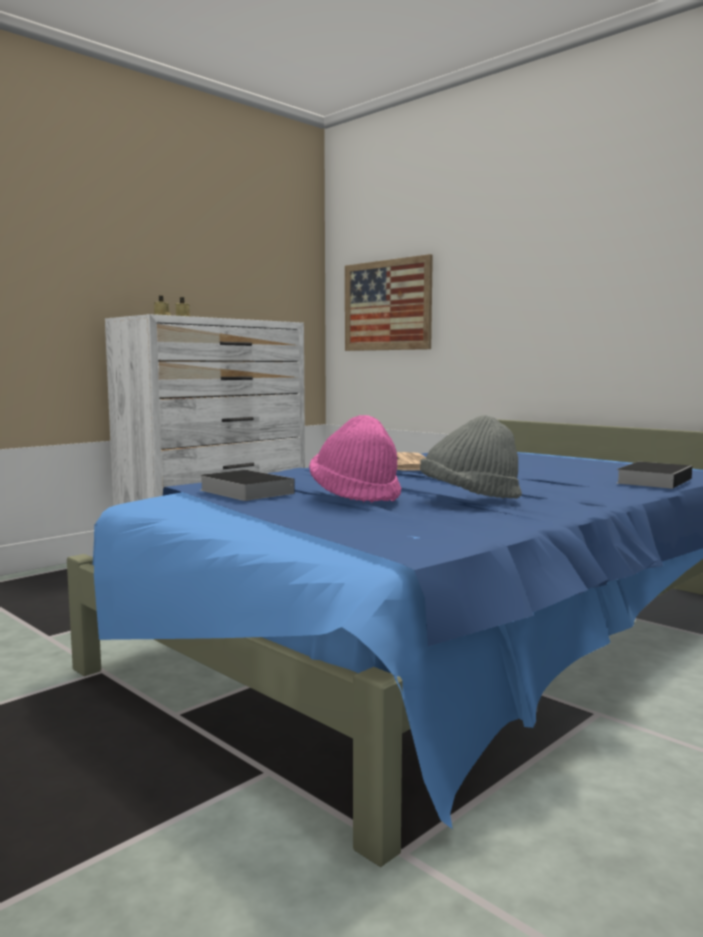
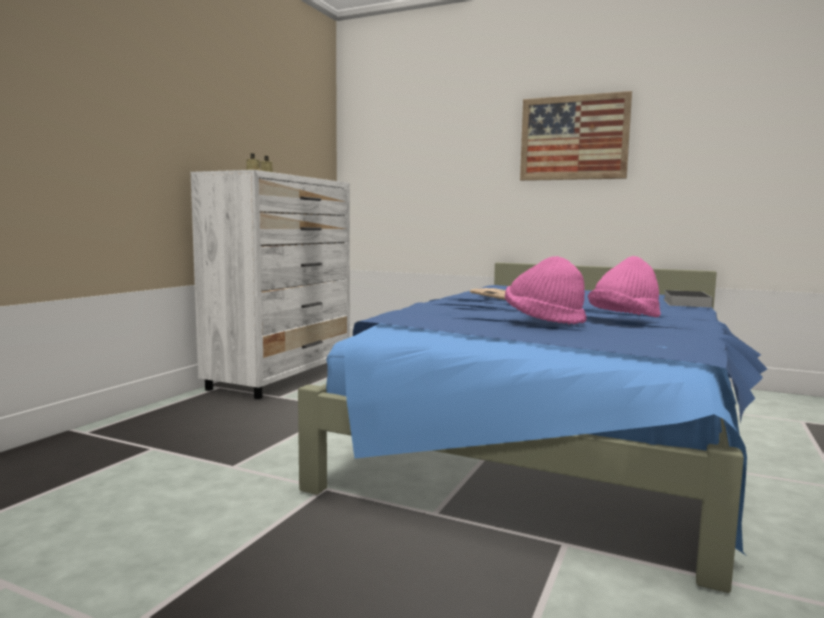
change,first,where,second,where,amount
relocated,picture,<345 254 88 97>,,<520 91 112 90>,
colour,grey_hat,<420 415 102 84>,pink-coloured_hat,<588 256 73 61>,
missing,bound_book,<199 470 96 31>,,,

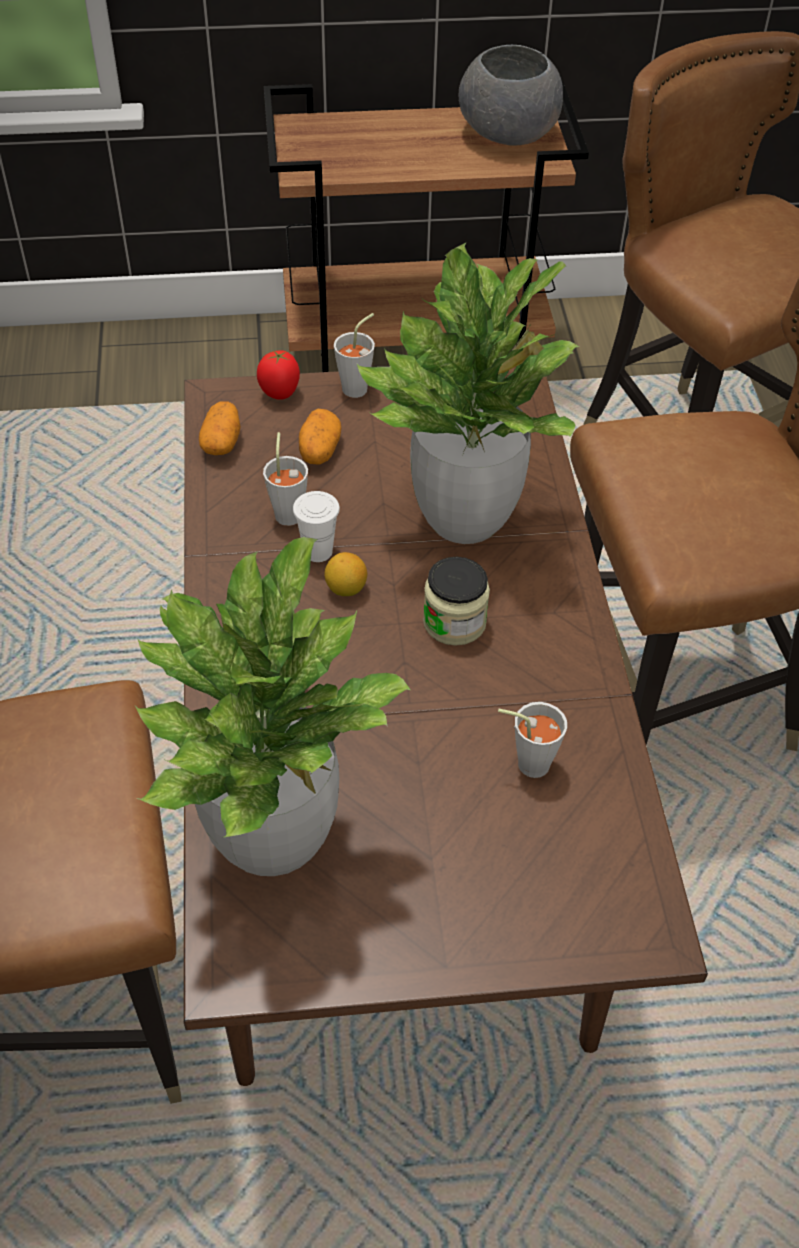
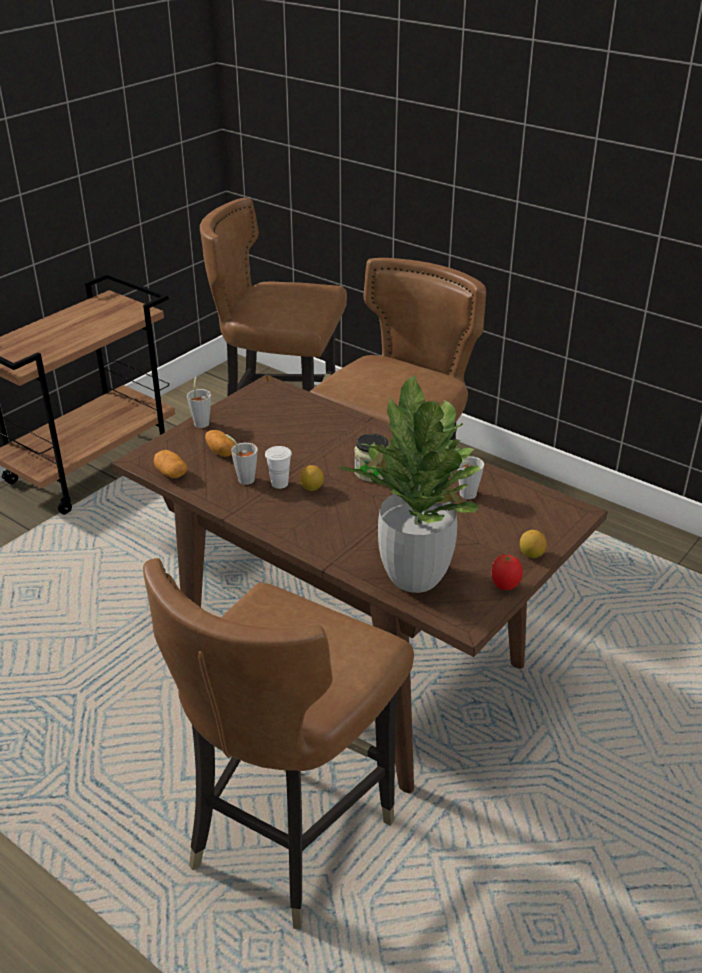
change,first,where,second,where,amount
relocated,fresh_tomato,<257 350 43 50>,,<491 554 32 36>,
appeared,,,citrus_fruit,<520 530 27 28>,
missing,houseplant,<357 243 223 301>,,,
missing,grey_serving_bowl,<459 45 104 101>,,,

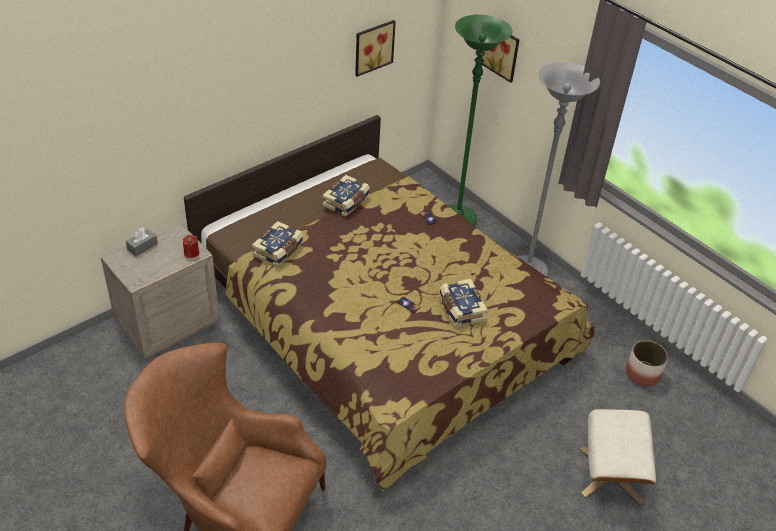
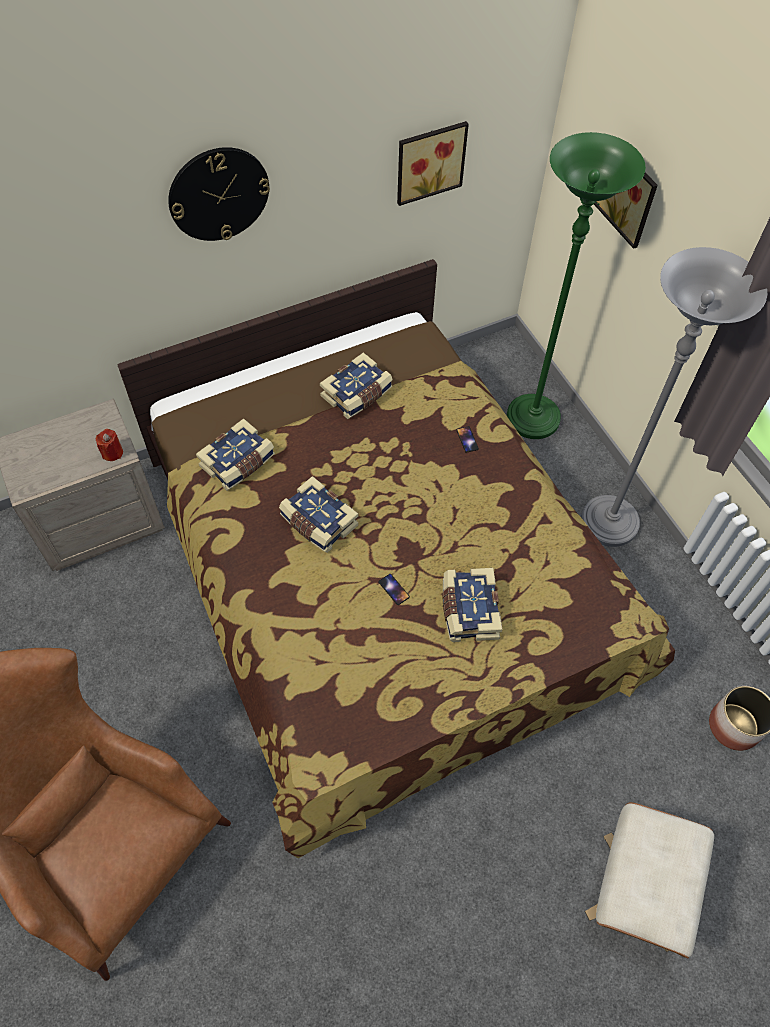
change,first,where,second,where,amount
appeared,,,clock_on_the_wall,<168 147 102 94>,
appeared,,,bound_book,<279 476 80 77>,
missing,grey_tissue_box,<126 228 32 28>,,,

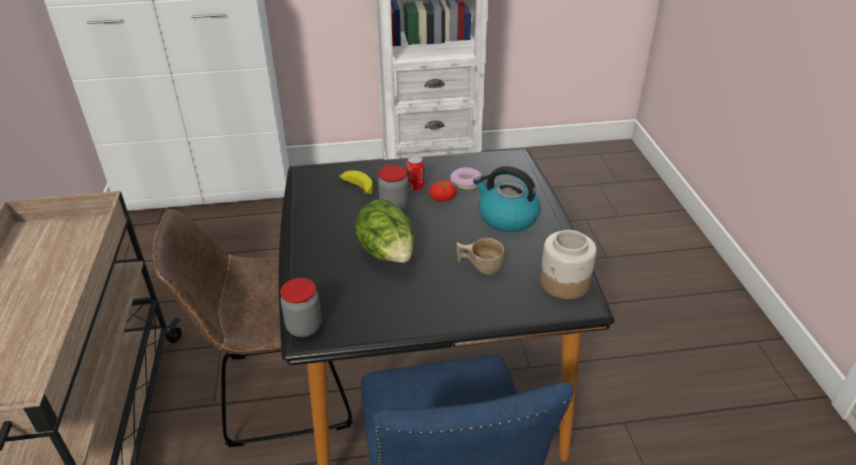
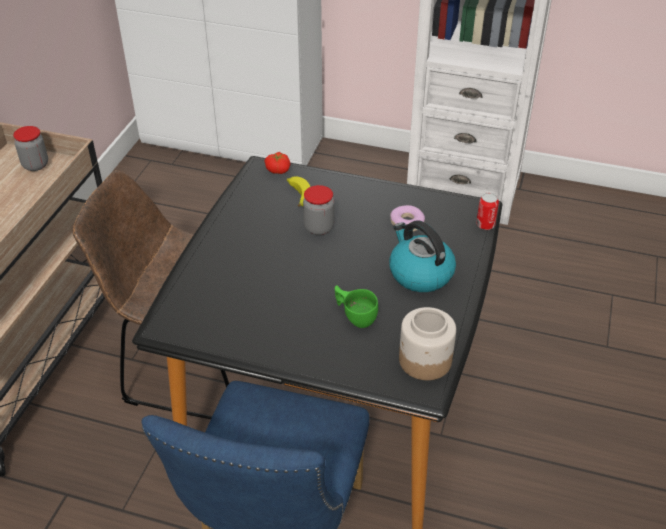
change,first,where,second,where,amount
relocated,jar,<280 278 42 59>,,<13 126 35 45>,
relocated,fresh_tomato,<429 179 28 23>,,<264 152 27 22>,
colour,sand-coloured_drinking_cup,<456 238 48 37>,green_drinking_cup,<335 285 43 43>,
relocated,sealed_can,<406 155 18 36>,,<476 193 23 37>,
missing,lettuce_head,<355 199 59 64>,,,

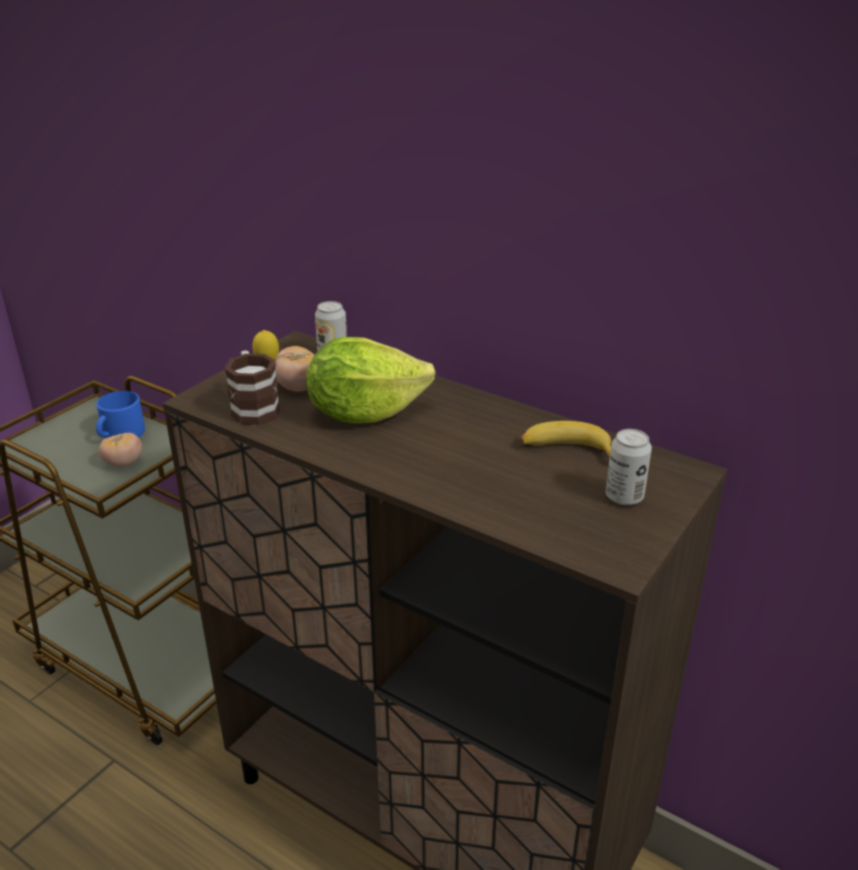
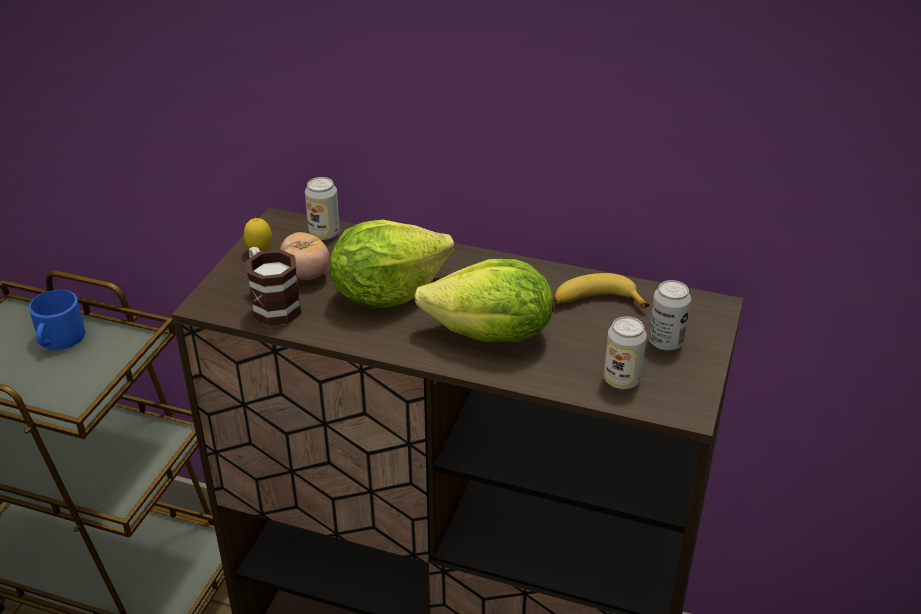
change,first,where,second,where,amount
appeared,,,lettuce_head,<414 259 139 83>,
appeared,,,sealed_can,<604 316 43 73>,
missing,fresh_tomato,<99 433 43 34>,,,

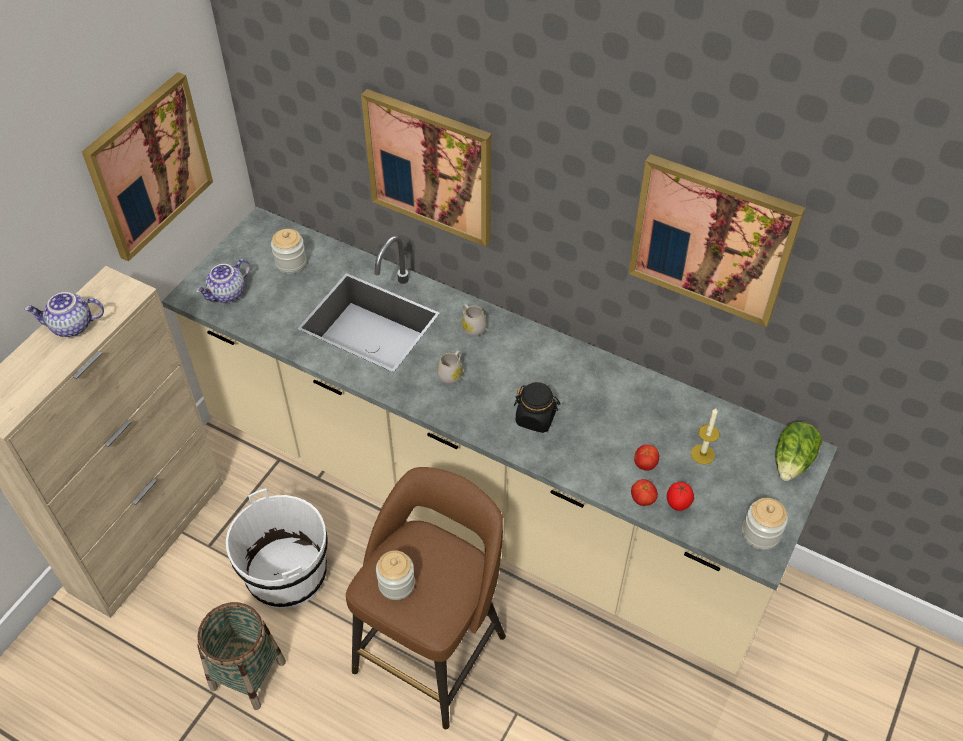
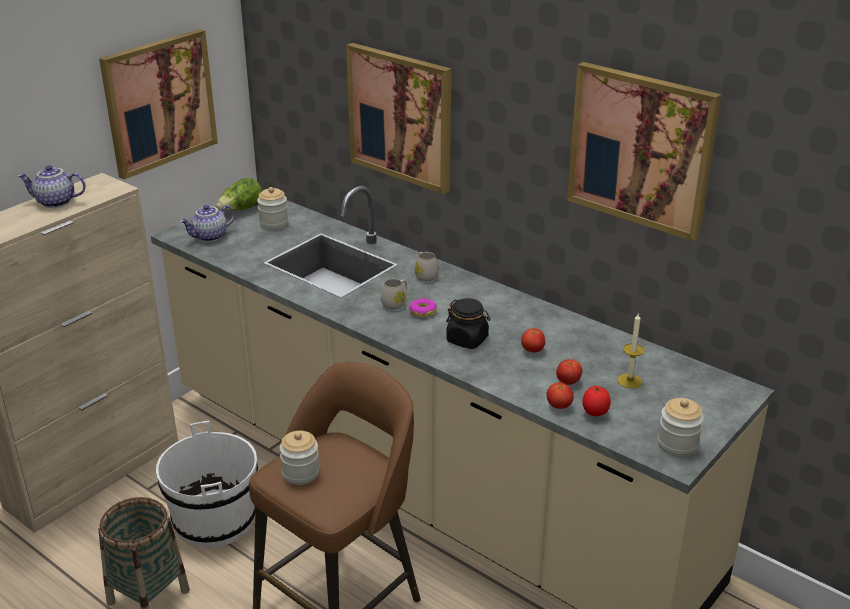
change,first,where,second,where,amount
relocated,lettuce_head,<775 422 47 59>,,<216 178 46 33>,
appeared,,,doughnut,<409 298 28 19>,
appeared,,,fresh_tomato,<521 328 24 25>,

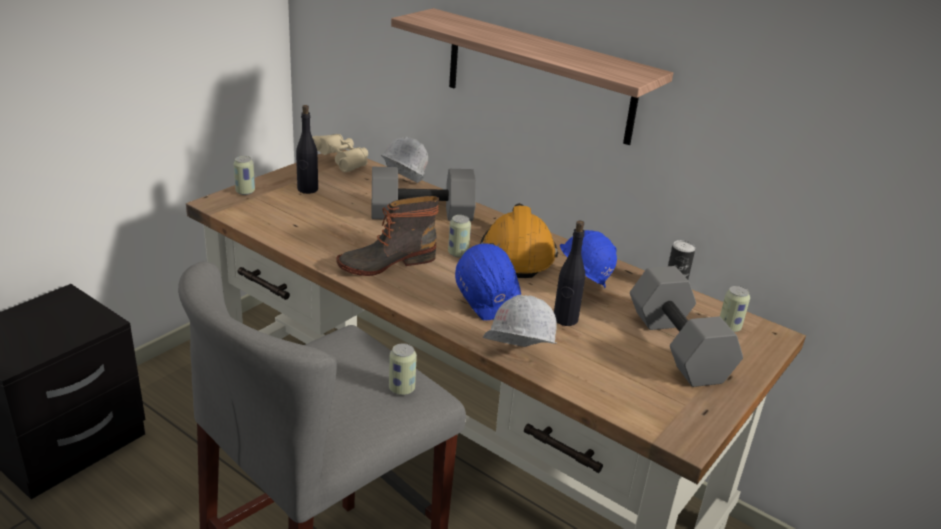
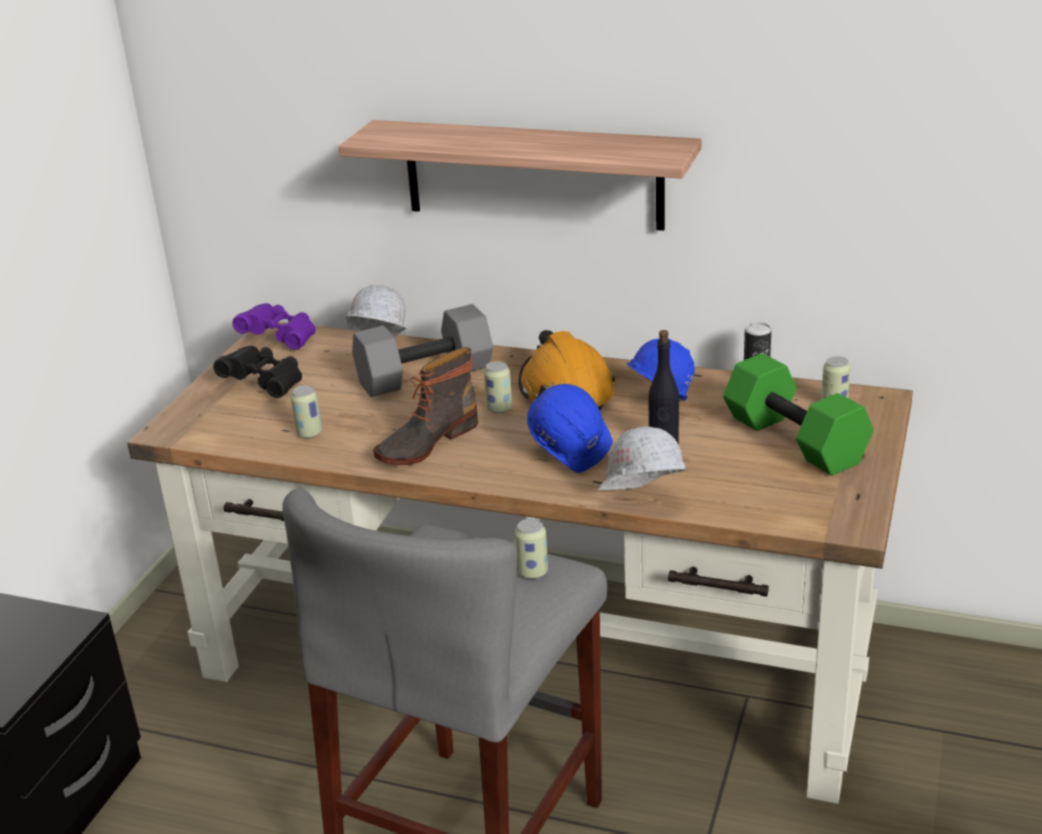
change,first,where,second,where,amount
exchanged,black-coloured_drink_bottle,<296 105 22 89>,black-coloured_binoculars,<213 346 89 52>,
colour,sand-coloured_binoculars,<312 134 56 38>,purplish_binoculars,<232 303 84 47>,
relocated,sealed_can,<234 156 21 39>,,<291 385 31 53>,
colour,grey_hand_weight,<630 266 113 121>,green_hand_weight,<723 353 151 123>,

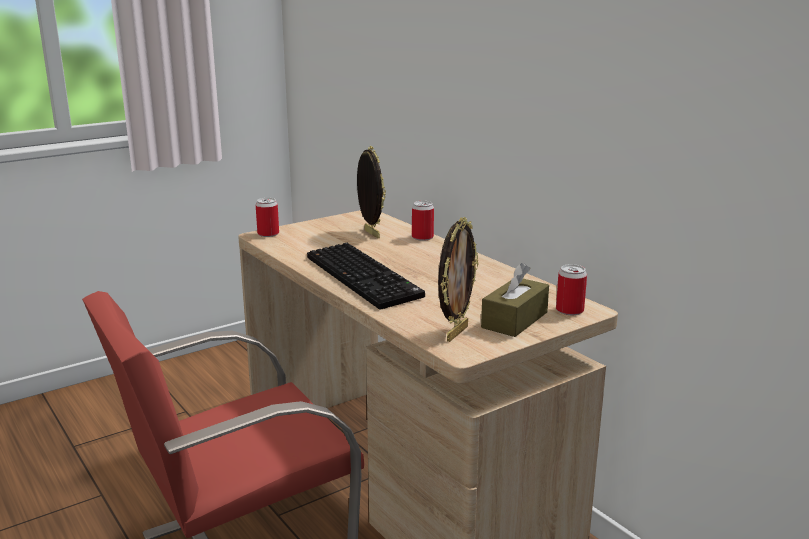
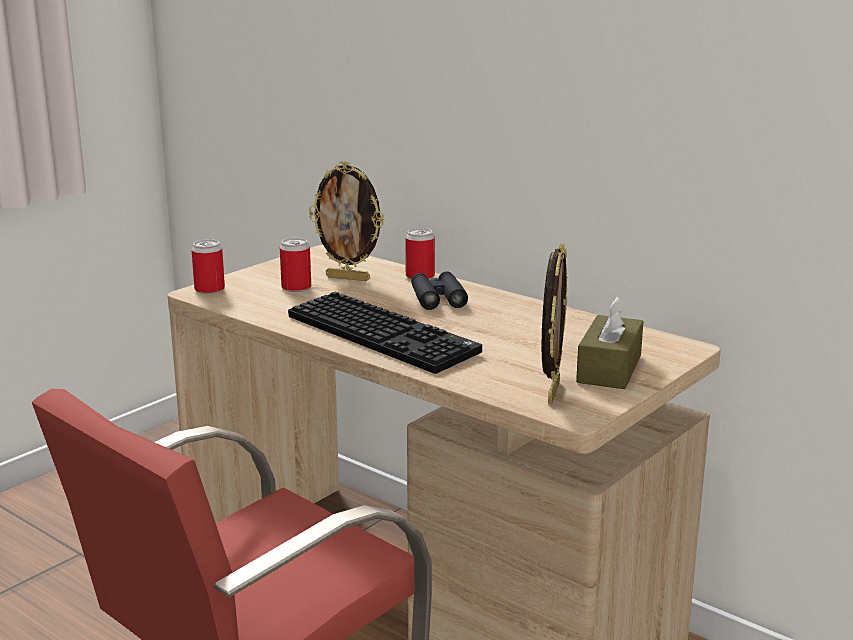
change,first,where,second,where,amount
relocated,sealed_can,<556 264 31 51>,,<280 238 31 54>,
spun,standing_frame,<357 146 29 92>,,<309 161 75 120>,150 degrees clockwise
appeared,,,black-coloured_binoculars,<411 271 57 39>,

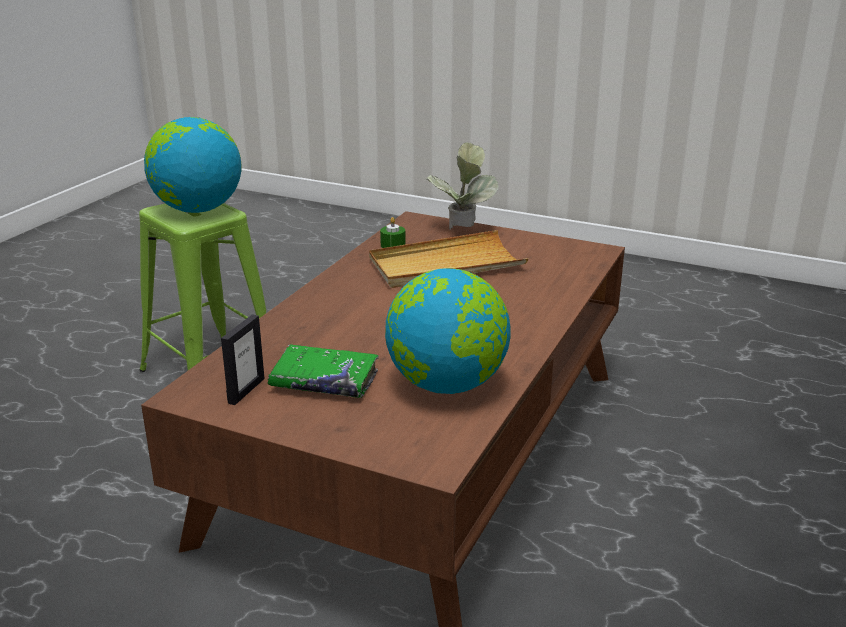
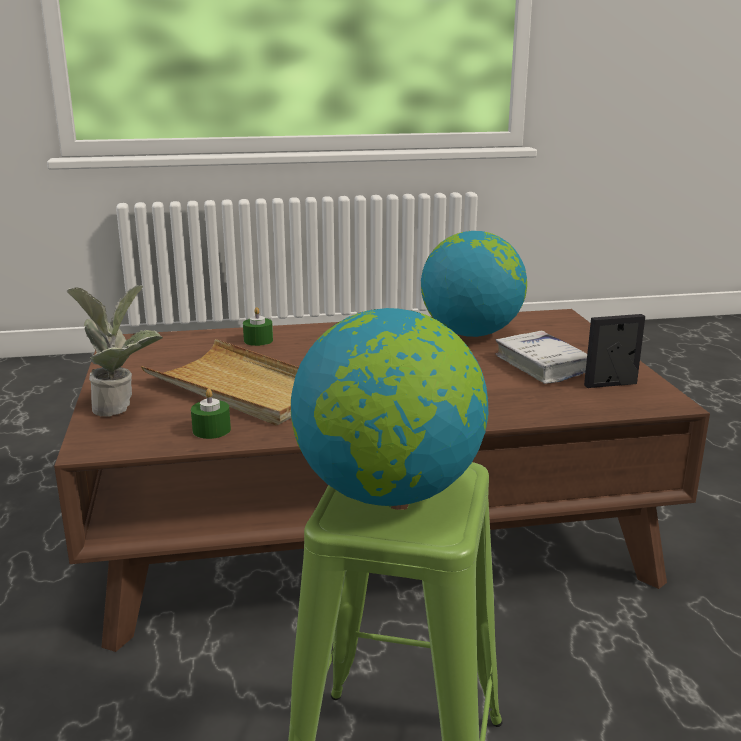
change,first,where,second,where,amount
appeared,,,green_candle,<243 307 30 39>,
colour,green_bound_book,<268 344 111 54>,white_bound_book,<495 331 92 53>,

